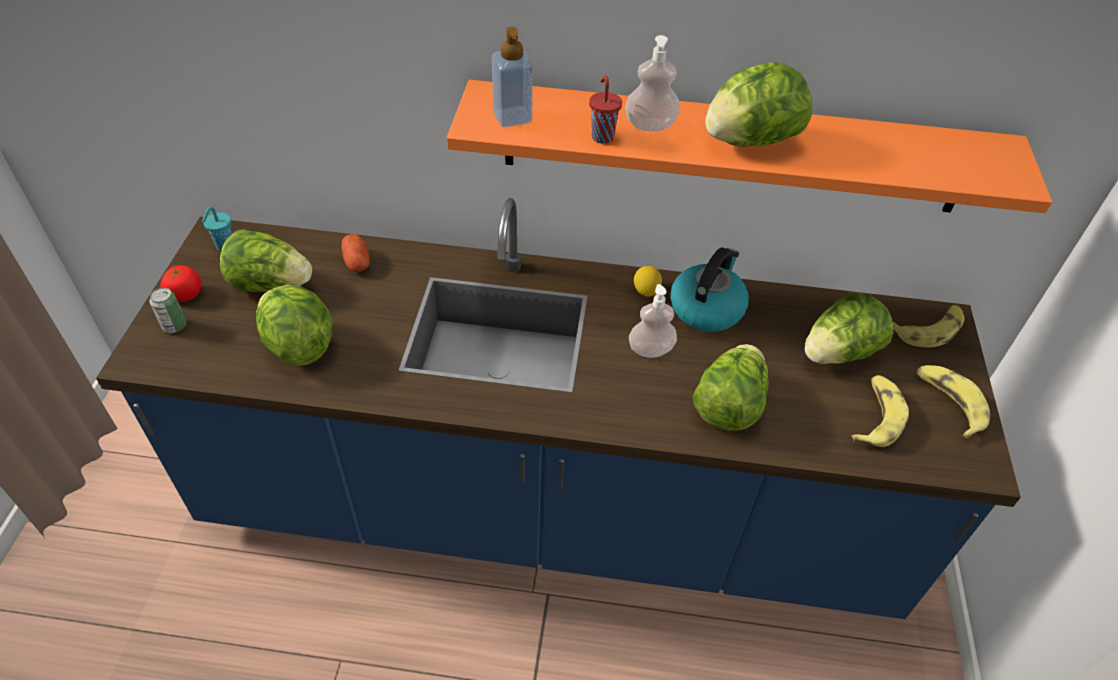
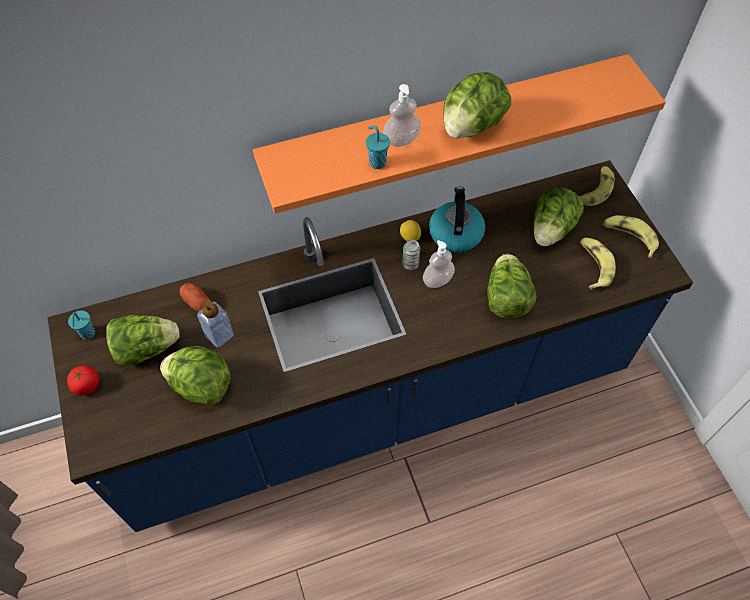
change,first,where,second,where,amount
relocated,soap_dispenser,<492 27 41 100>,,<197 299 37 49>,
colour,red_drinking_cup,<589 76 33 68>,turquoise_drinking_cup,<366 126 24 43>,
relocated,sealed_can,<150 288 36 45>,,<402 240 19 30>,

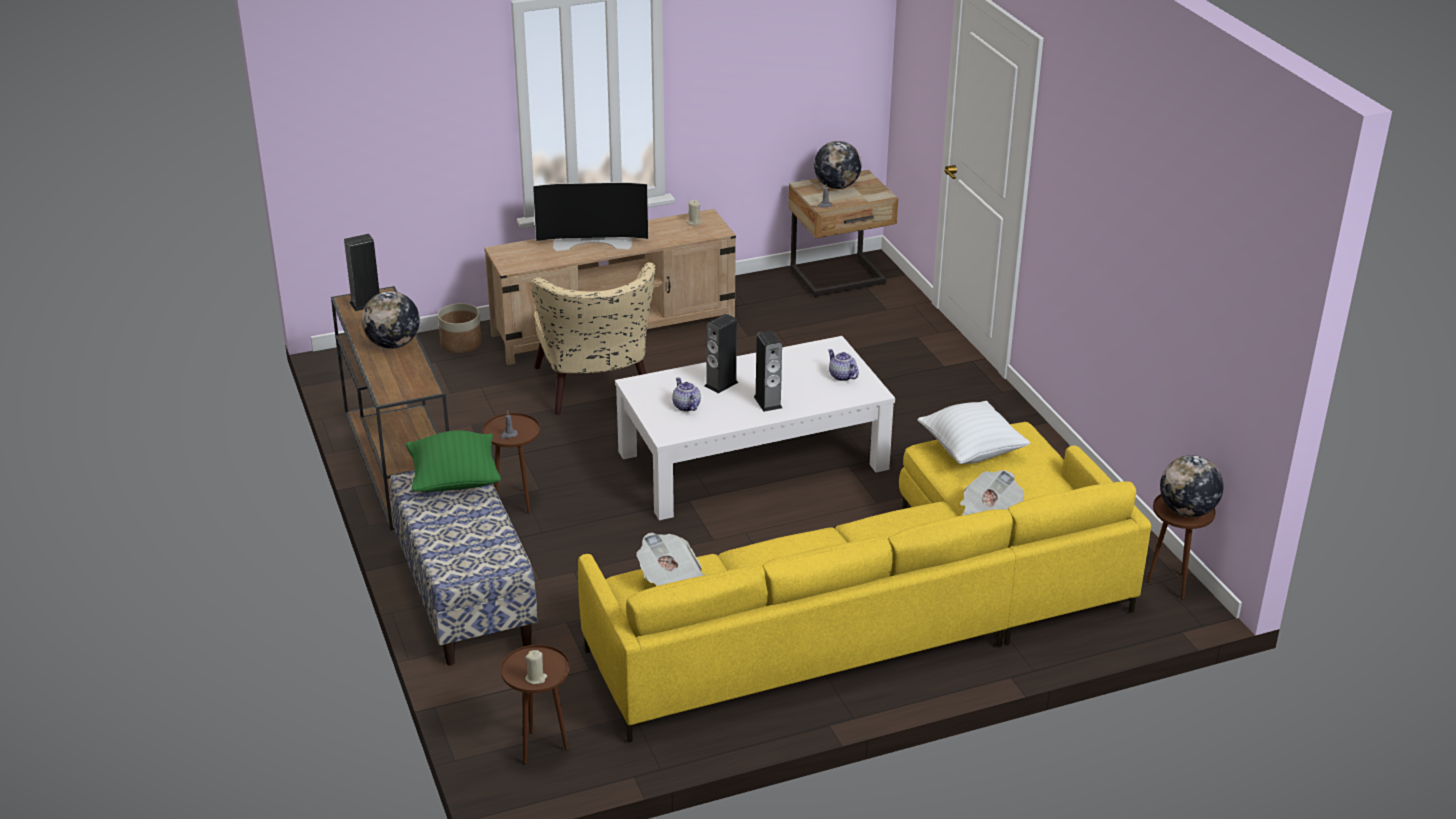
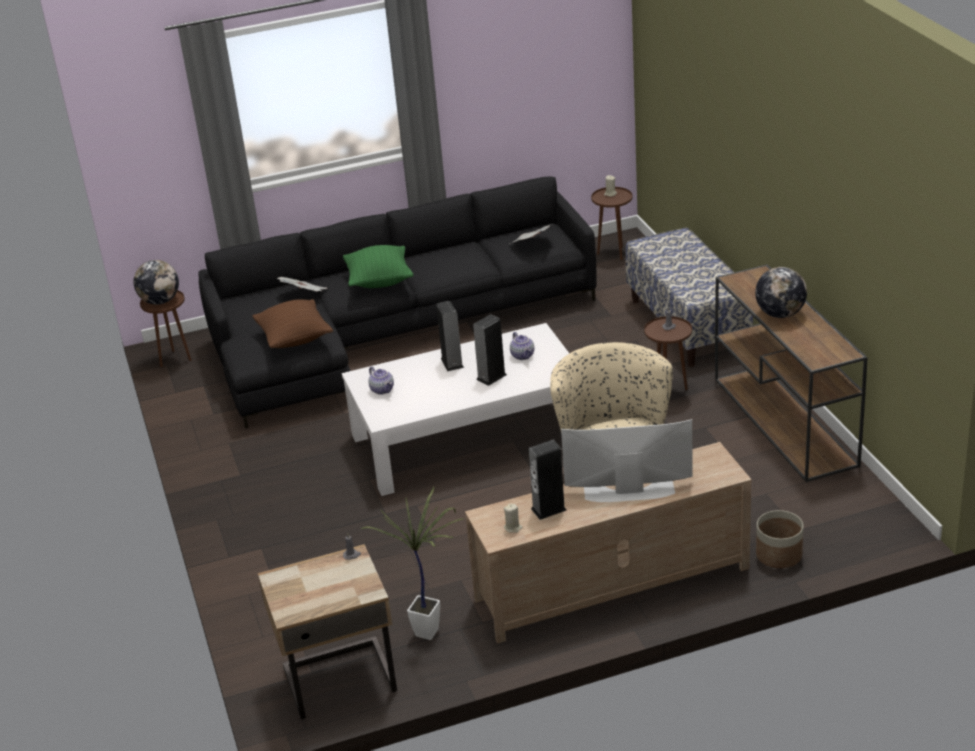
change,first,where,second,where,amount
colour,yellow_sofa,<578 422 573 321>,black-coloured_sofa,<198 176 399 253>,
colour,white_pillow,<917 401 113 63>,brown_pillow,<253 299 80 49>,
relocated,green_pillow,<406 430 95 62>,,<343 245 71 43>,
appeared,,,houseplant,<361 487 102 153>,
relocated,audio_speaker,<344 234 36 77>,,<528 440 38 80>,
missing,desk_globe,<814 141 48 48>,,,

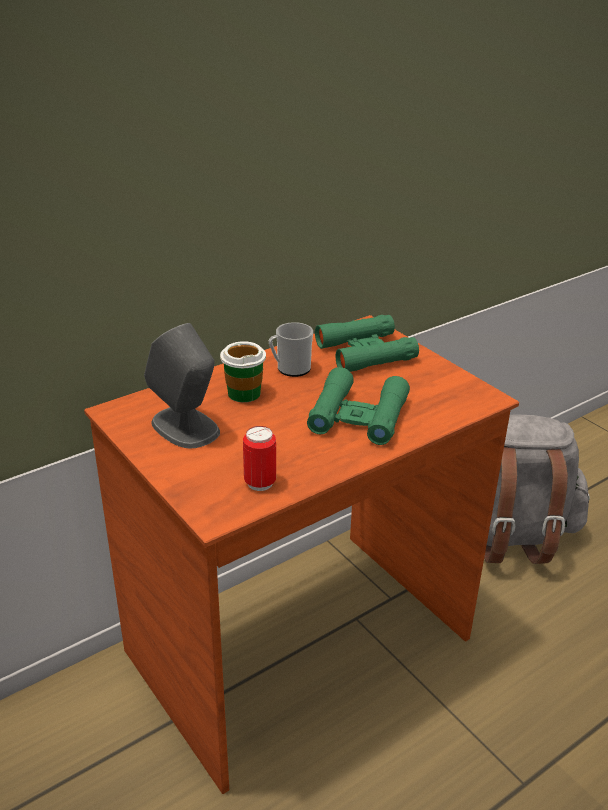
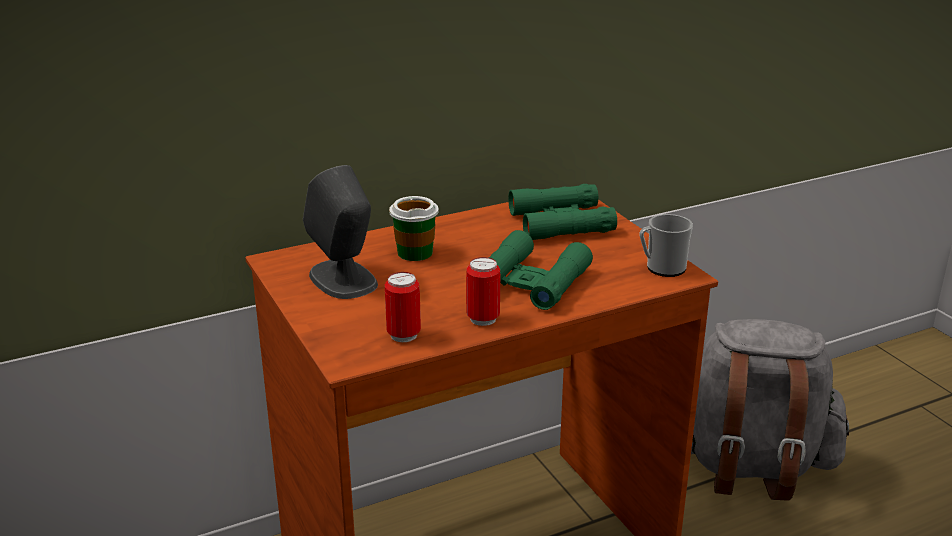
change,first,where,second,where,amount
appeared,,,sealed_can,<466 257 34 69>,
relocated,tea_mug,<269 322 44 55>,,<640 214 53 63>,

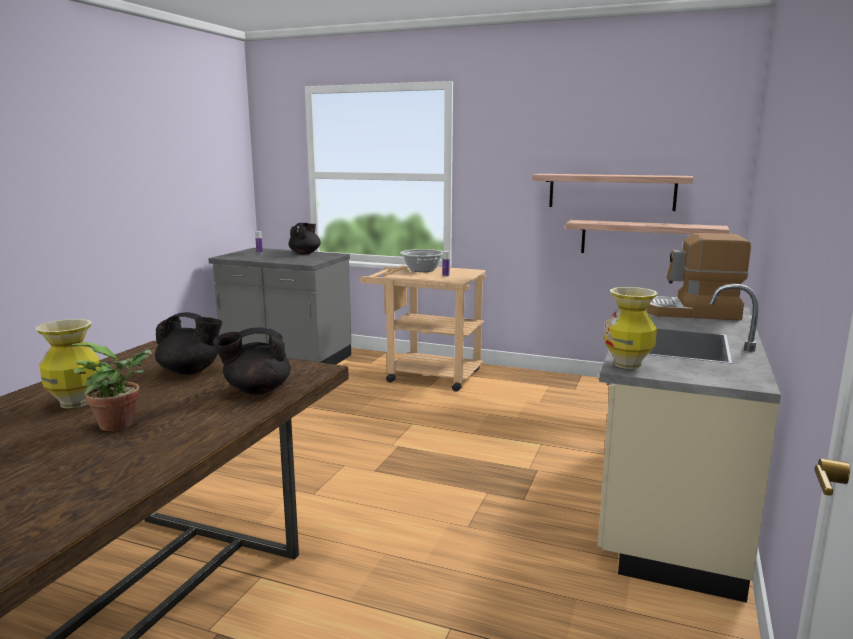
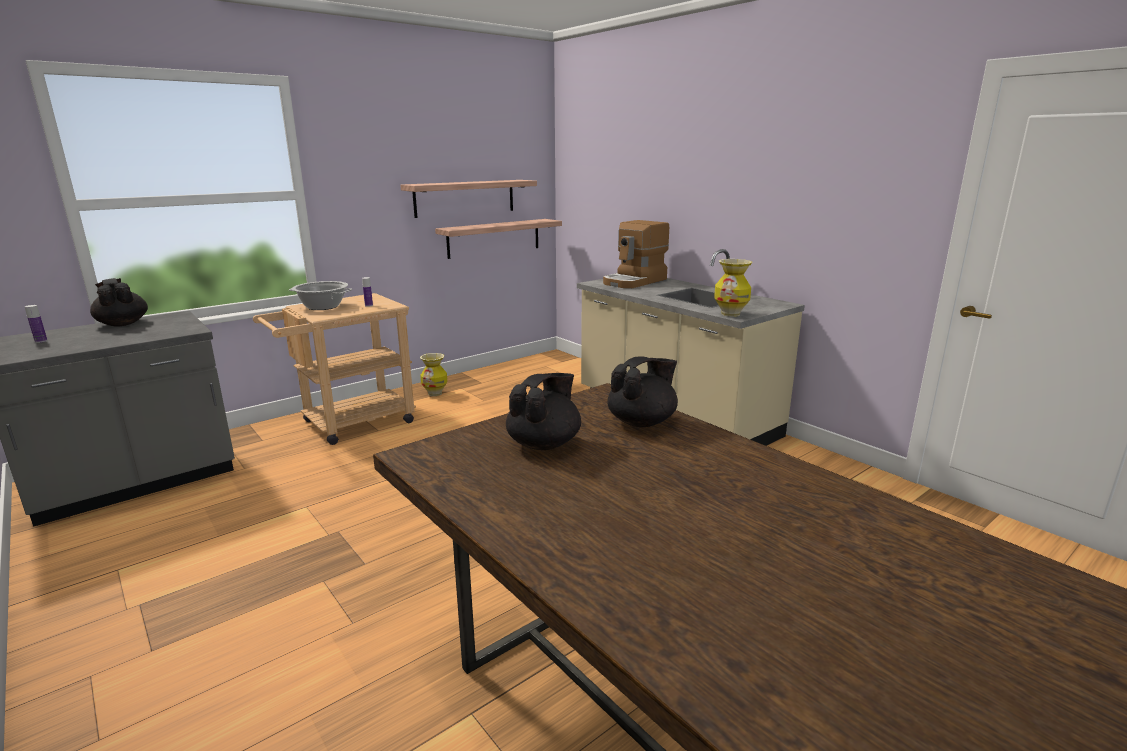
change,first,where,second,where,amount
relocated,flower_vase,<36 319 64 89>,,<420 353 27 43>,
spun,black-coloured_tea_pot,<213 327 78 68>,,<607 356 71 71>,135 degrees counterclockwise
missing,houseplant,<69 342 83 89>,,,

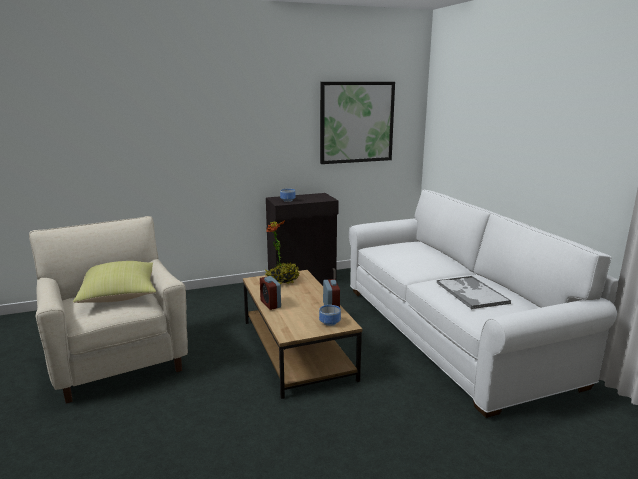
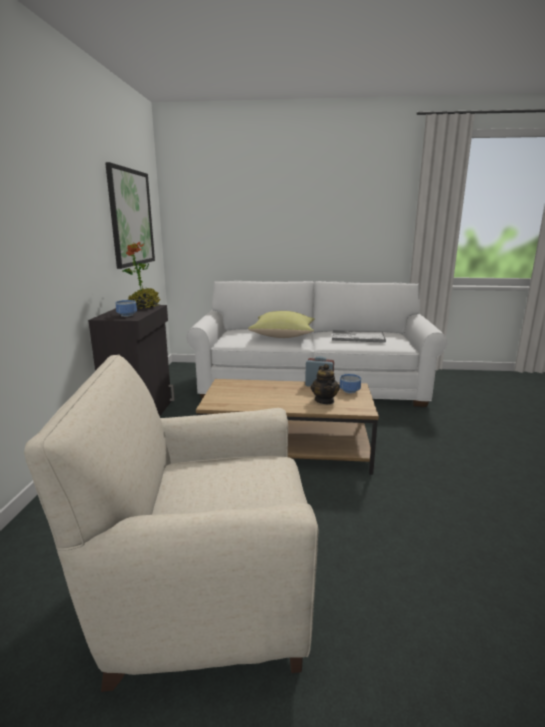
change,first,where,second,where,amount
relocated,houseplant,<265 220 35 65>,,<122 241 39 68>,
relocated,yellow_pillow,<73 261 83 42>,,<248 311 67 27>,
appeared,,,tea_pot,<311 364 29 40>,
missing,alarm_clock,<260 276 21 34>,,,

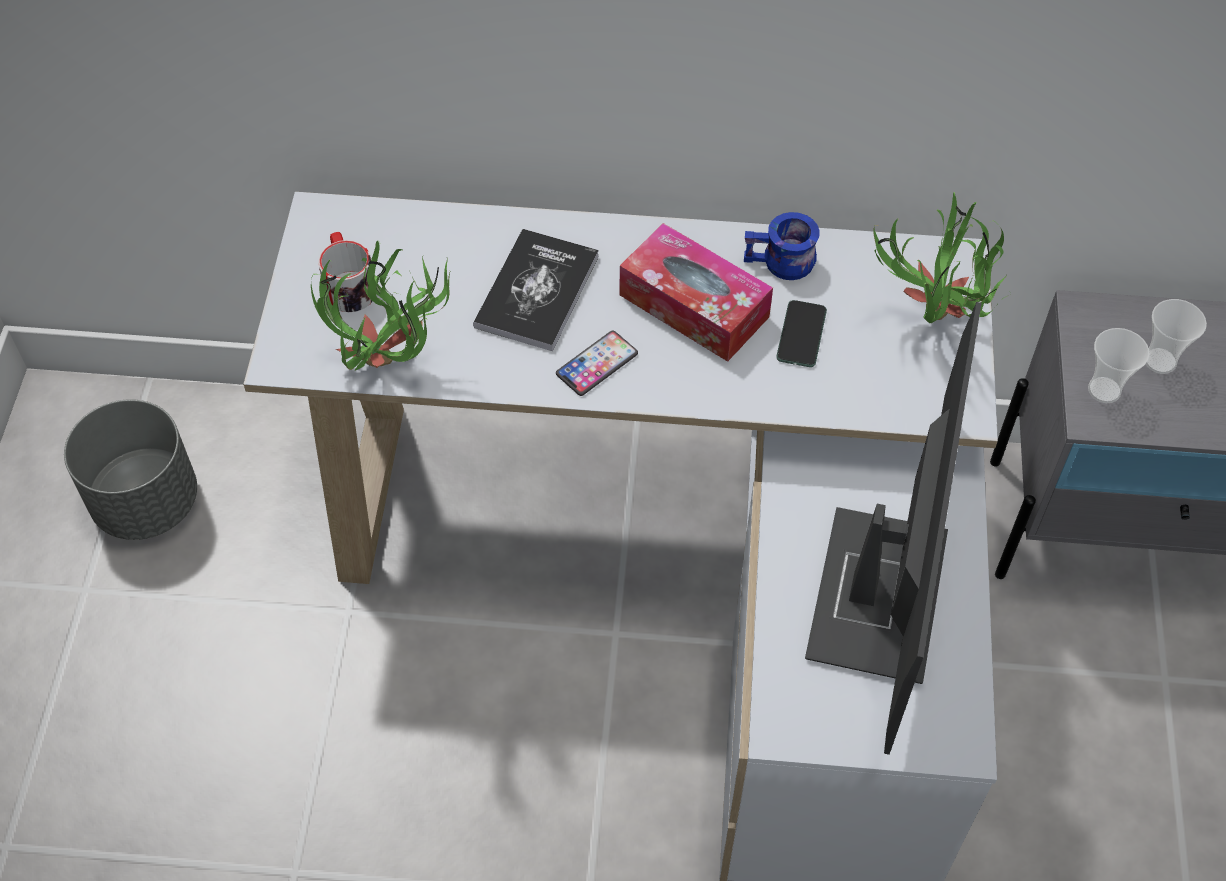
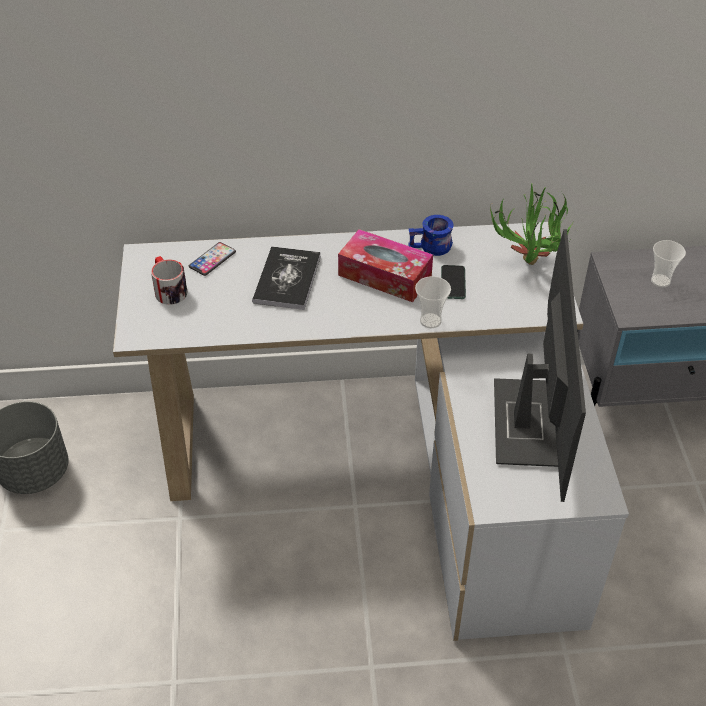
change,first,where,second,where,amount
relocated,telephone,<556 330 82 66>,,<189 242 47 34>,
relocated,drinking_cup,<1088 328 61 75>,,<415 276 36 52>,
missing,houseplant,<311 240 139 130>,,,

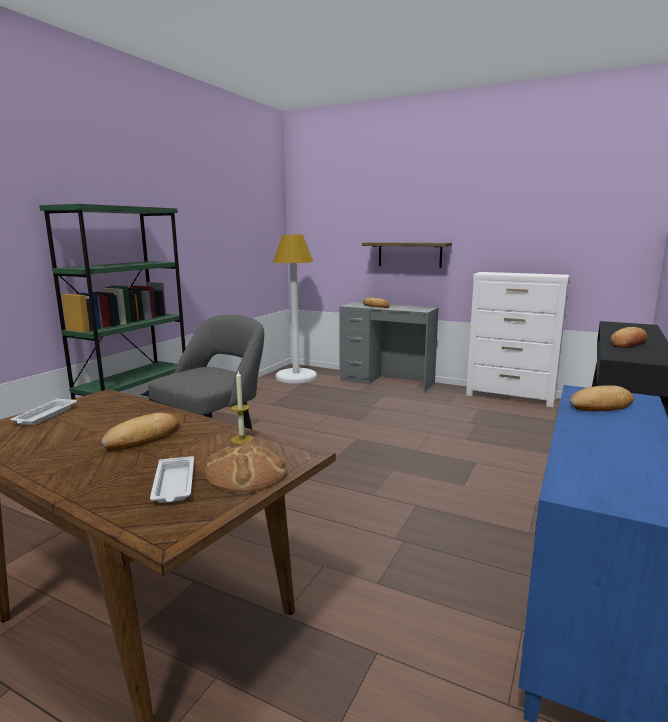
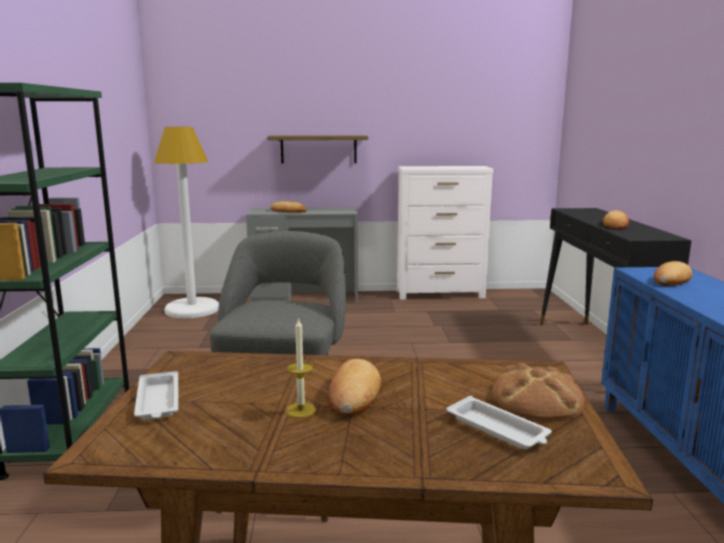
change,first,where,second,where,amount
relocated,candle,<231 371 22 73>,,<286 318 30 100>,

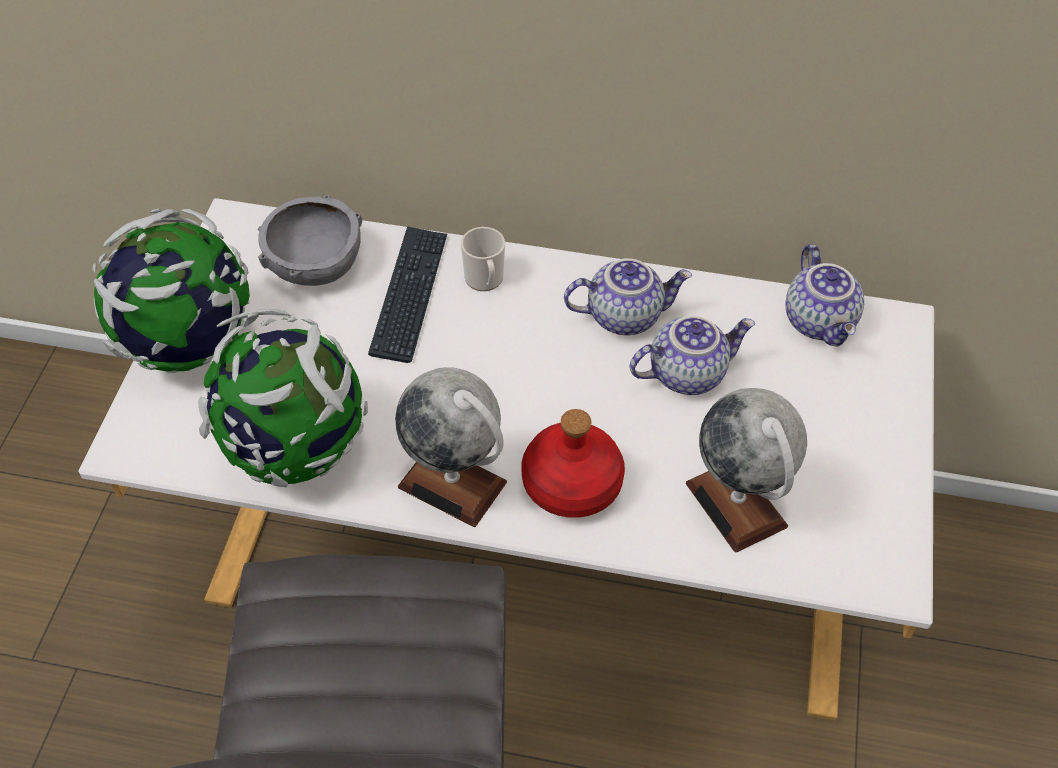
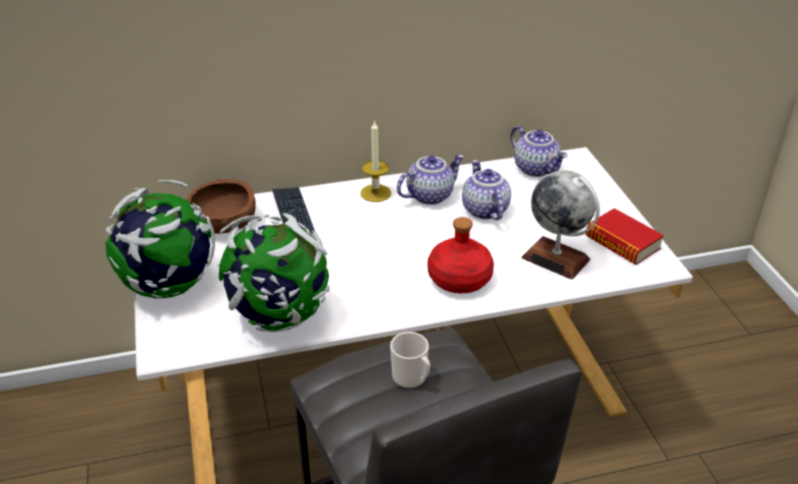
change,first,where,second,where,amount
colour,grey_serving_bowl,<258 195 104 91>,brown_serving_bowl,<187 179 69 55>,
appeared,,,candle,<360 120 31 82>,
relocated,tea_mug,<461 227 44 64>,,<390 332 40 56>,
spun,tea_pot,<629 316 126 79>,,<462 160 49 60>,60 degrees counterclockwise
appeared,,,bound_book,<586 208 78 57>,
missing,desk_globe,<395 367 112 160>,,,

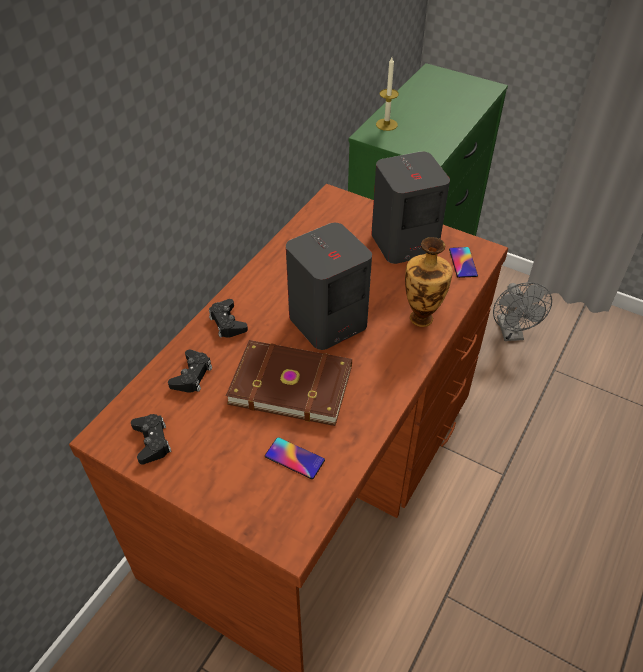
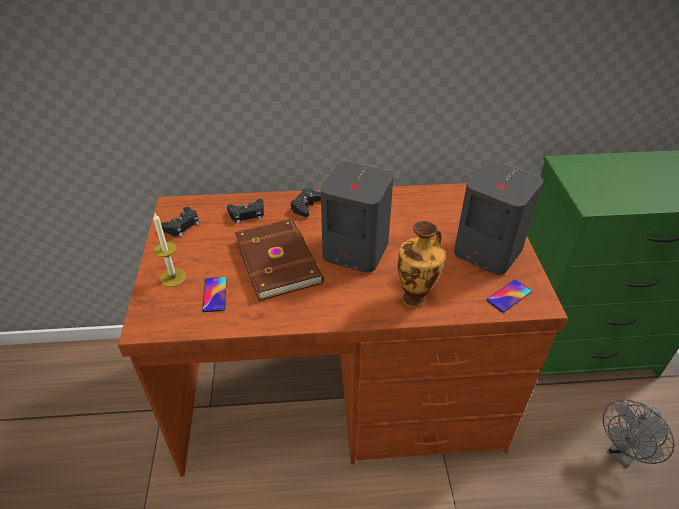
change,first,where,second,where,amount
relocated,candle,<376 57 23 74>,,<153 212 33 75>,

